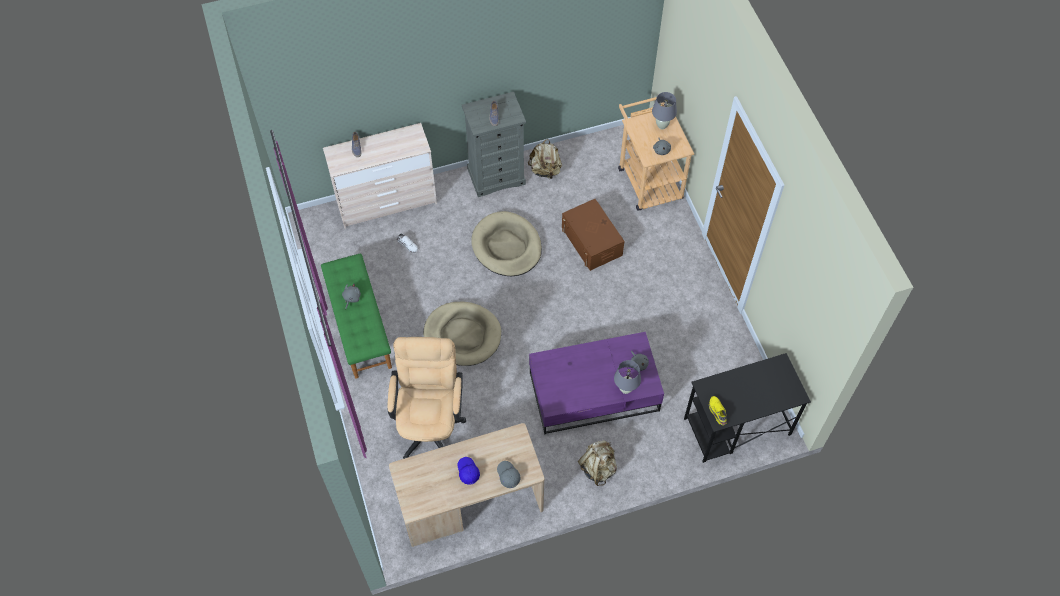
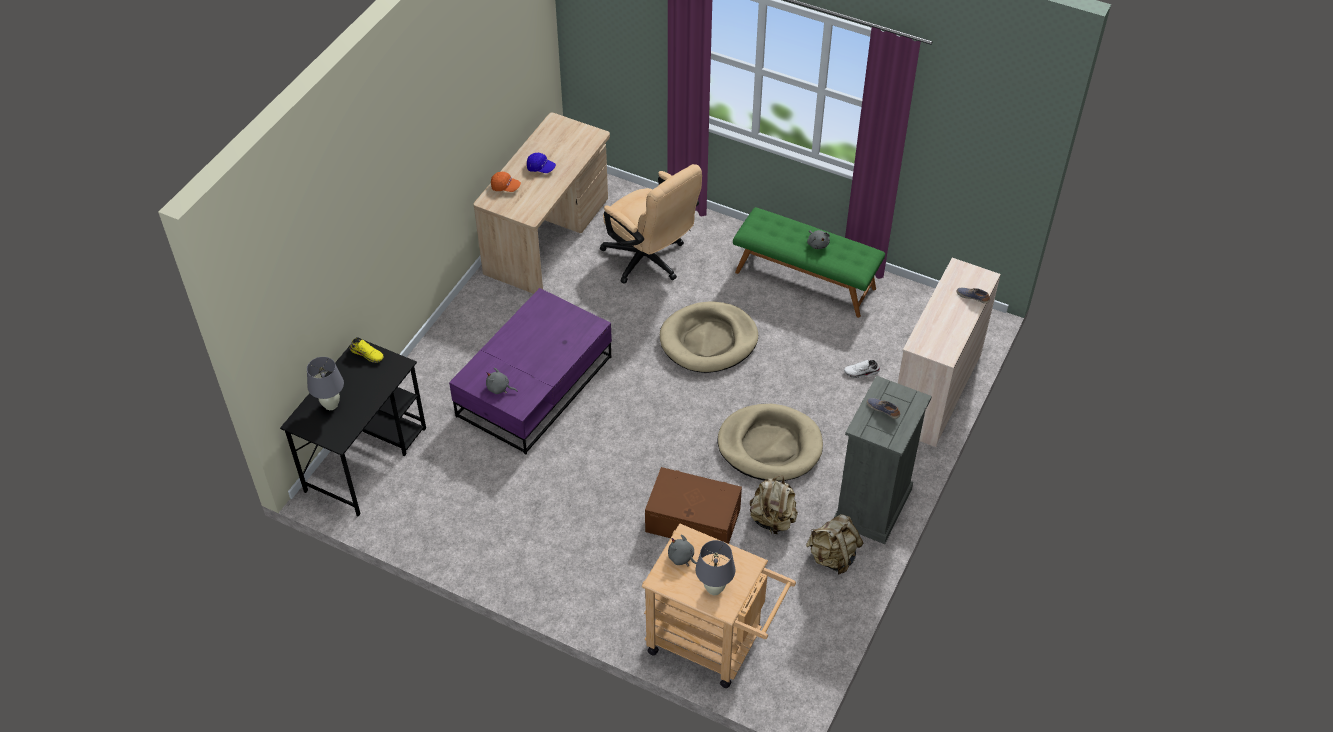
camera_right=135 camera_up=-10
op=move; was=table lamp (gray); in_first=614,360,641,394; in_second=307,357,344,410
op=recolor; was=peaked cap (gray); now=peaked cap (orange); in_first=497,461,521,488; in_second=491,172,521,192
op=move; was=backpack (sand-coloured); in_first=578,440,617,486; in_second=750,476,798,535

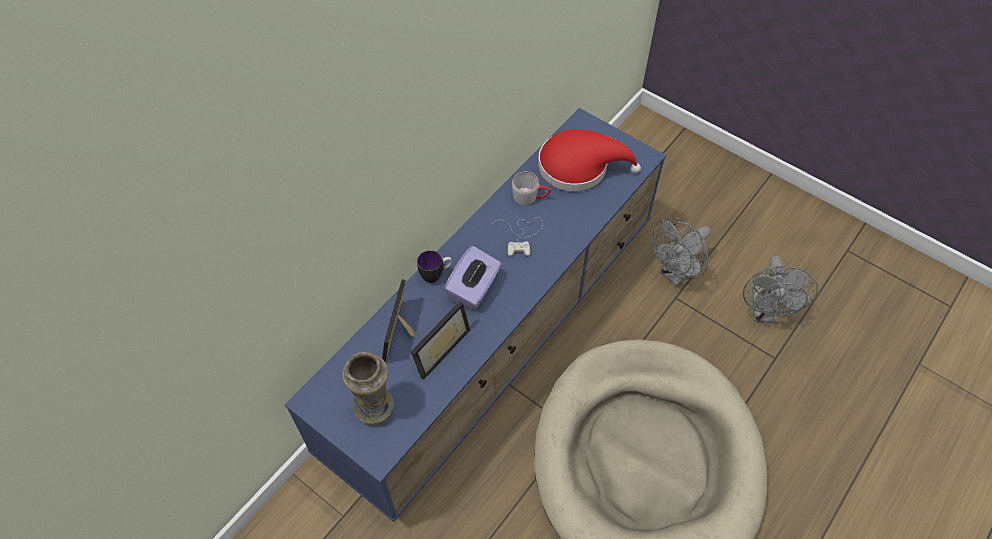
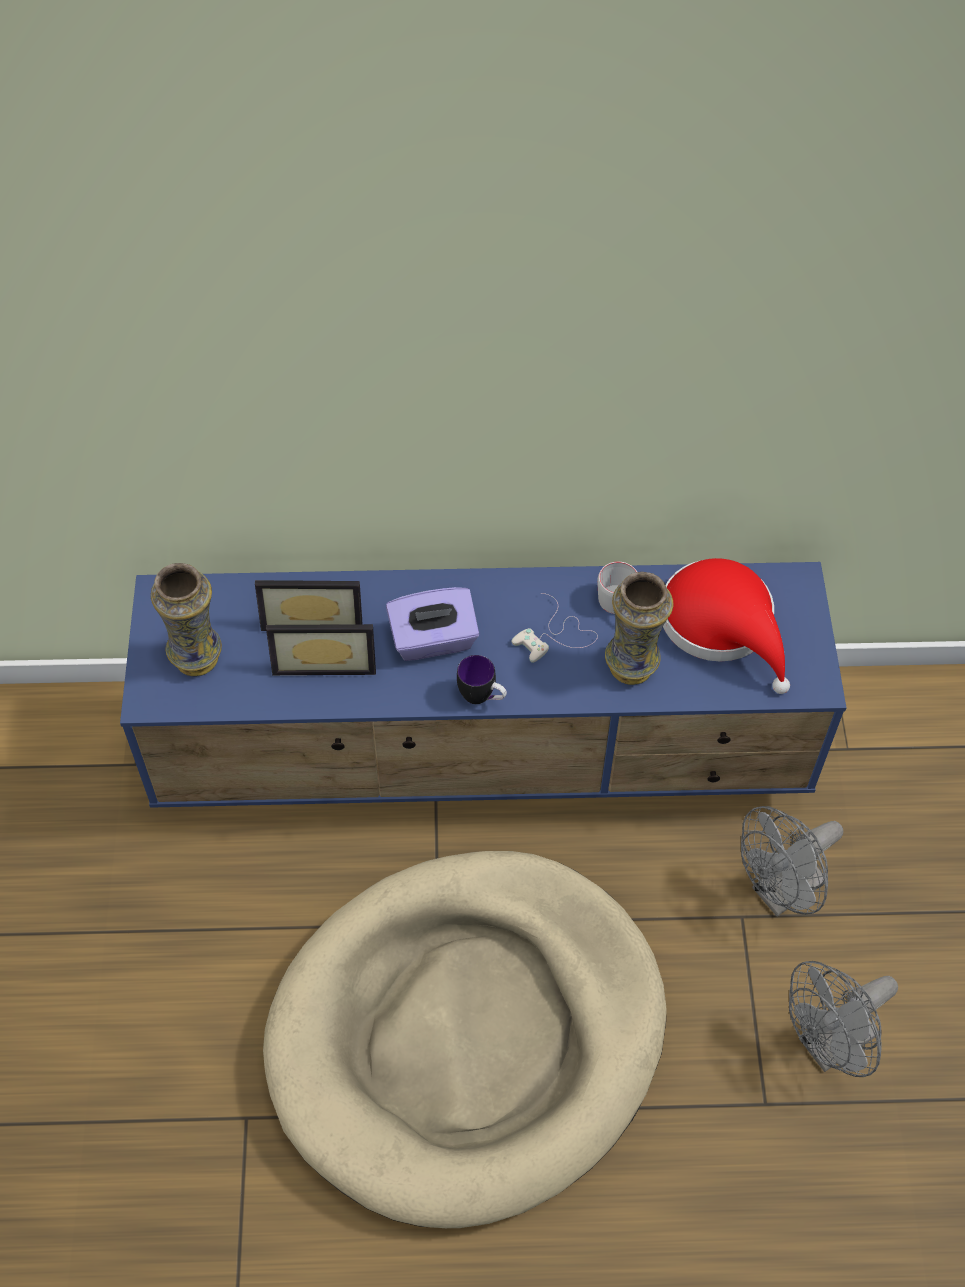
camera_right=50 camera_up=0
op=rotate; was=standing frame; in_first=382,279,416,363; in_second=255,580,363,631; clockwise=-150
op=move; was=coffee mug; in_first=417,250,452,283; in_second=457,655,507,704
op=insert; now=flower vase; in_second=605,572,674,685
op=rotate; was=electric fan (gray); in_first=653,217,711,286; in_second=741,806,843,917; clockwise=-45

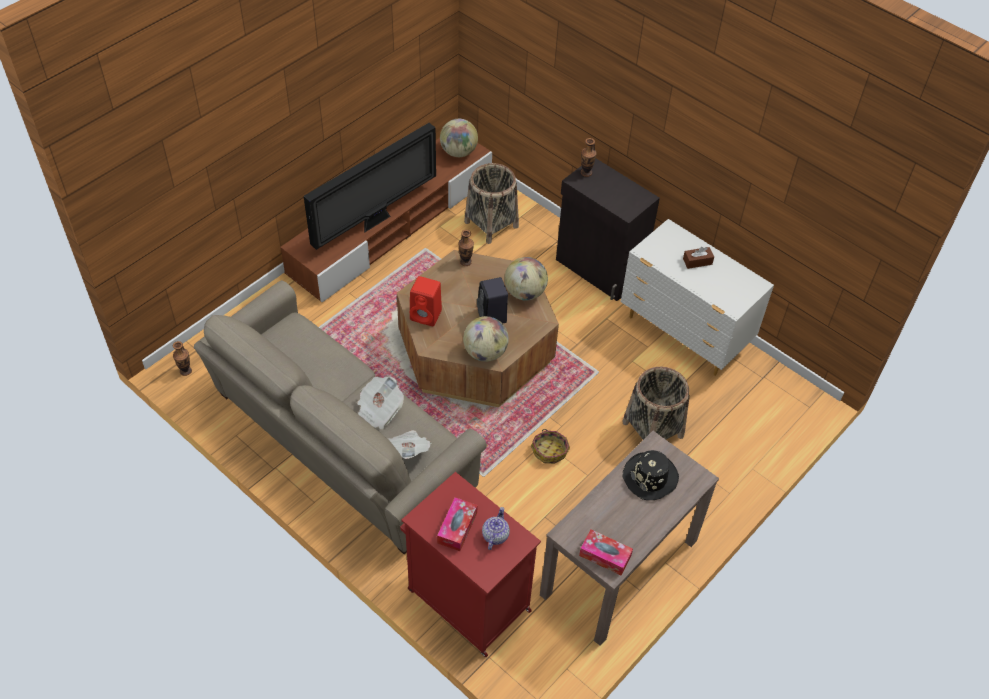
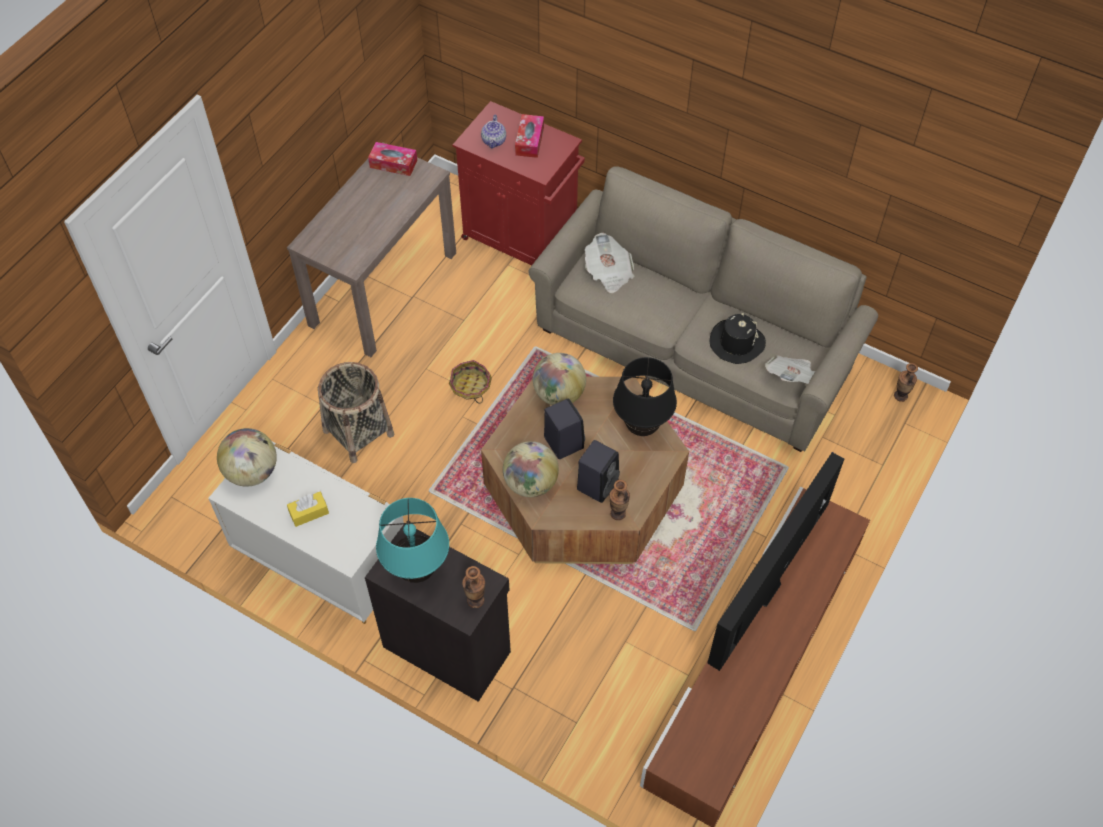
camera_right=170 camera_up=5
op=move; was=world globe; in_first=440,119,478,157; in_second=217,428,277,487
op=recolor; was=tissue box (brown); now=tissue box (yellow); in_first=683,247,714,269; in_second=287,491,329,527
op=insert; now=table lamp (turquoise-coloured); in_second=376,498,449,583
op=insert; now=audio speaker (black); in_second=577,440,620,503
op=replace; was=audio speaker (red); now=table lamp (black); in_first=409,276,442,326; in_second=613,357,677,436
op=move; was=hat (black); in_first=623,450,679,500; in_second=710,313,766,364
op=move; was=newspaper; in_first=357,377,404,429; in_second=765,355,815,384
op=delete; was=basket; in_first=464,163,519,244

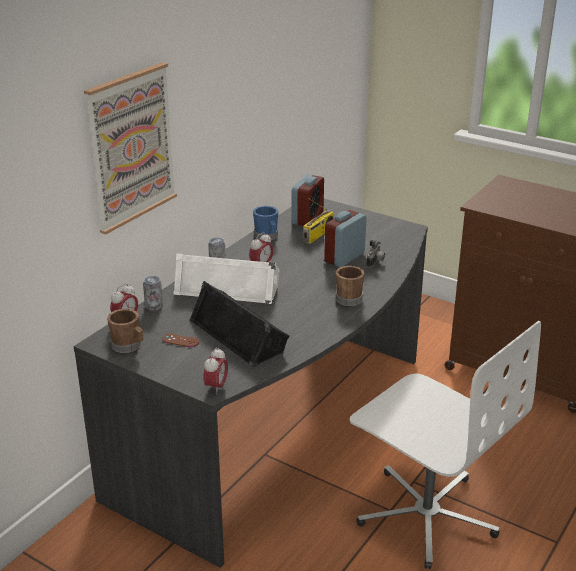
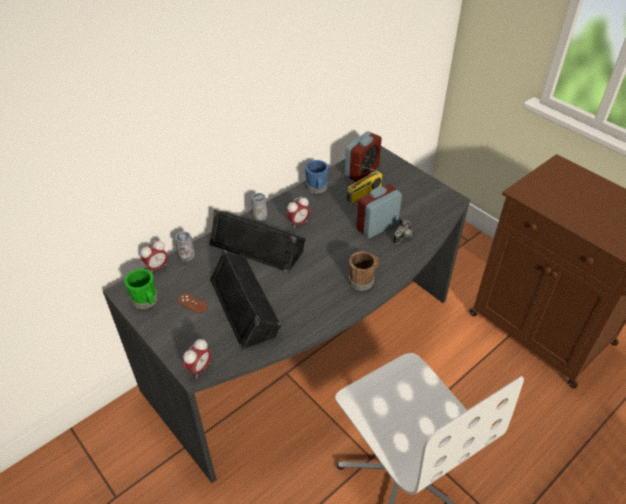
camera_right=15 camera_up=15
op=recolor; was=coffee mug (brown); now=coffee mug (green-coloured); in_first=107,309,143,353; in_second=124,269,158,309
op=recolor; was=audio speaker (white); now=audio speaker (black); in_first=173,253,279,304; in_second=209,210,306,273
op=delete; was=wall art; in_first=84,62,177,234

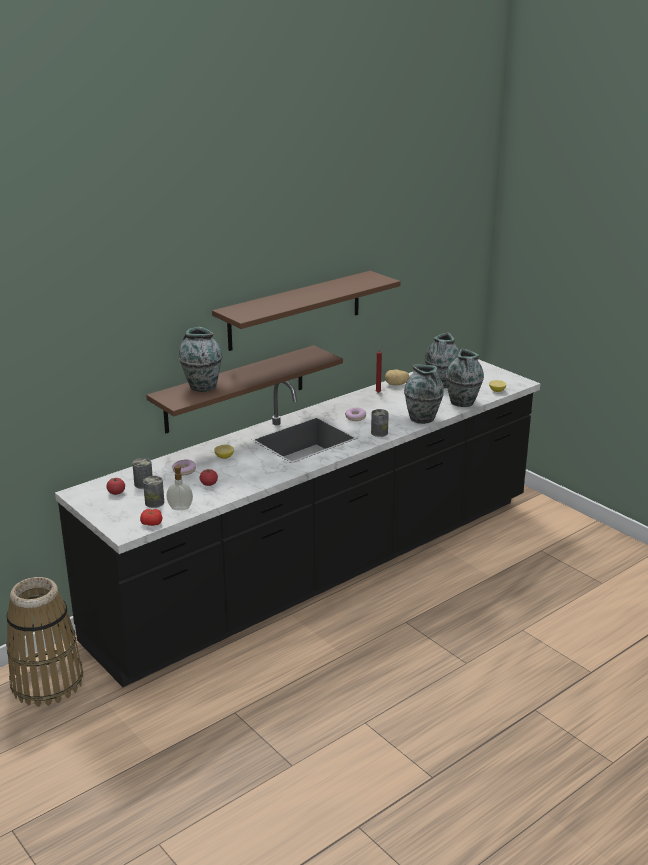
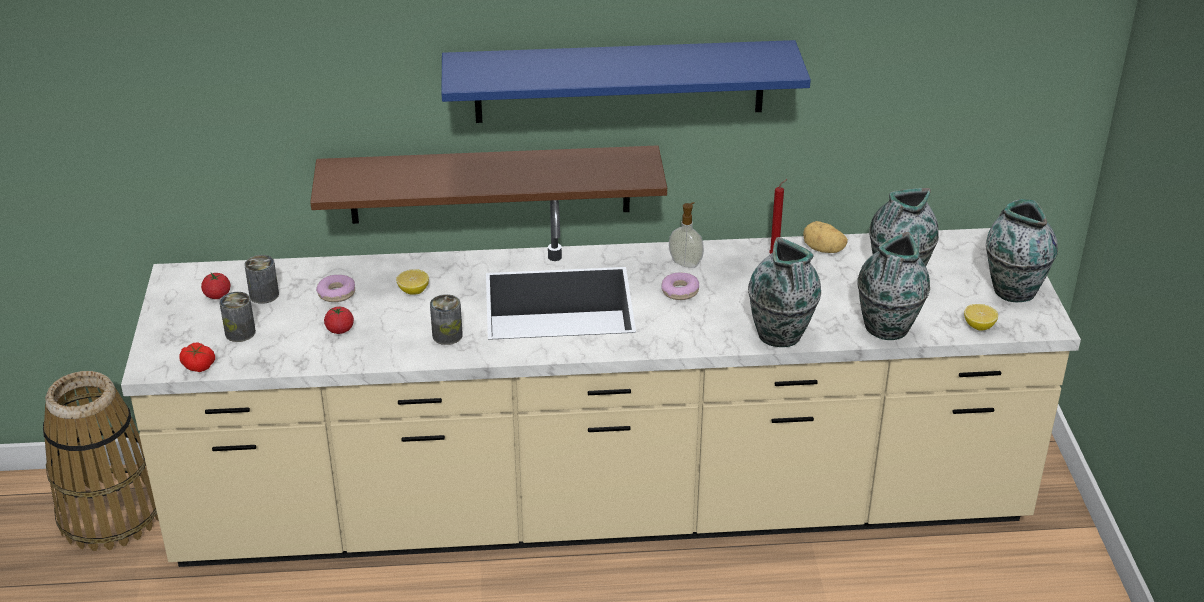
camera_right=35 camera_up=10
op=recolor; was=counter (black); now=counter (sand-coloured); in_first=55,359,540,687; in_second=121,200,1081,567
op=move; was=can; in_first=371,409,389,437; in_second=430,294,463,345
op=recolor; was=wall shelf (brown); now=wall shelf (blue); in_first=212,271,401,351; in_second=441,40,811,123
op=move; was=soap bottle; in_first=166,464,193,510; in_second=669,202,704,268
op=move; was=flower vase; in_first=179,327,222,392; in_second=986,199,1058,302

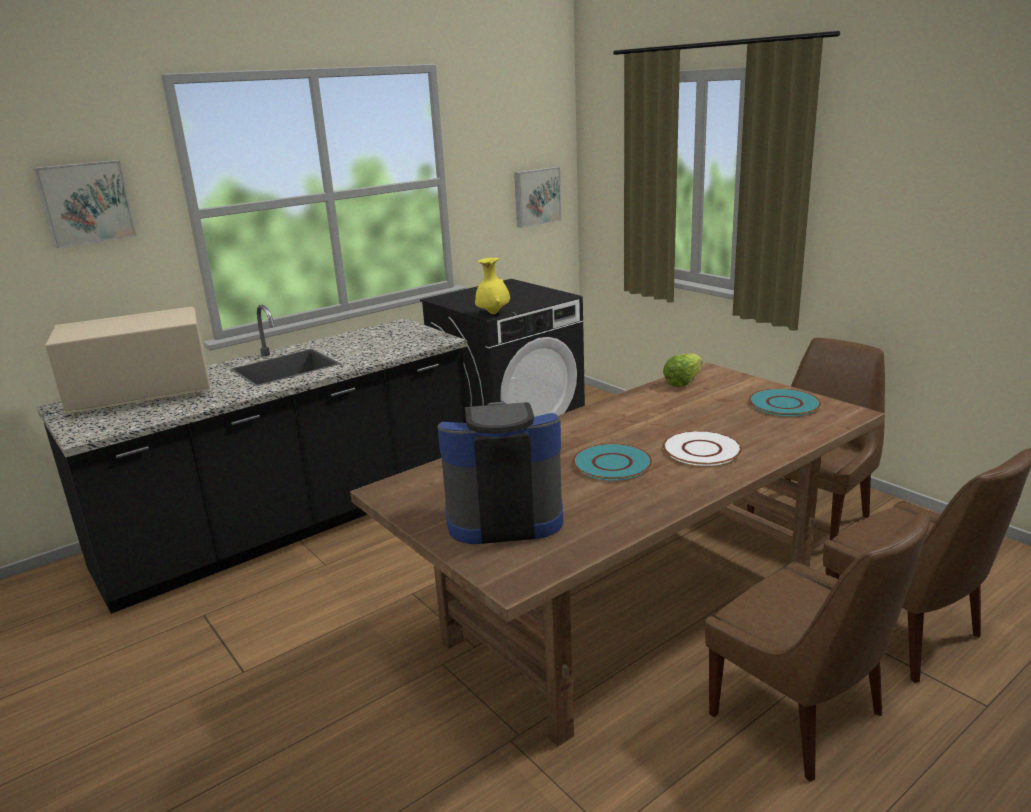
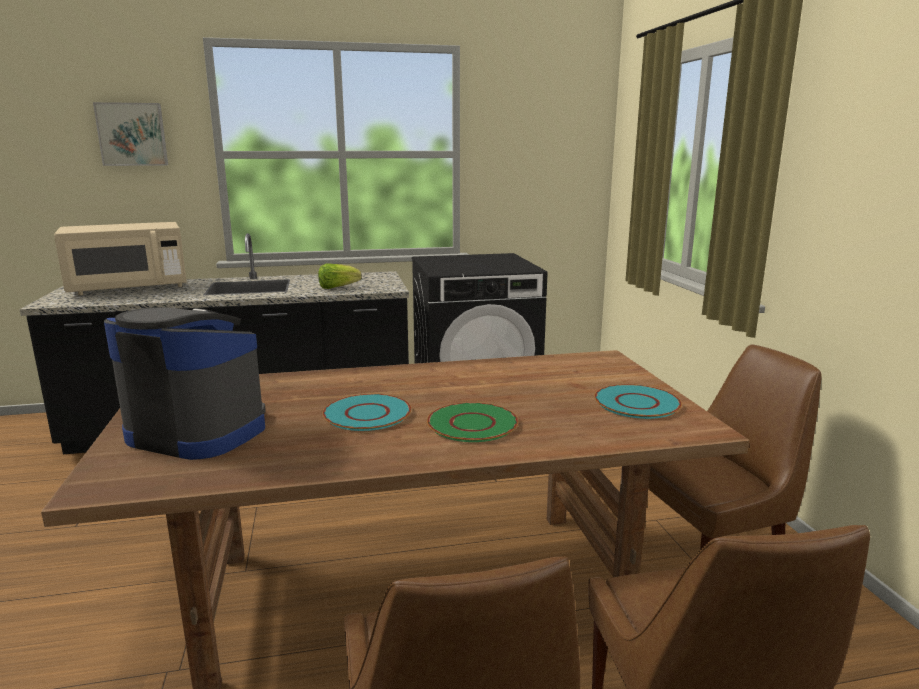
camera_right=25 camera_up=-5
op=rotate; was=microwave oven (sand-coloured); in_first=45,307,210,417; in_second=54,222,187,295; clockwise=150
op=move; was=lettuce; in_first=663,353,703,387; in_second=318,264,362,289
op=recolor; was=dinner plate (white); now=dinner plate (green-coloured); in_first=663,431,742,466; in_second=427,402,518,442
op=delete; was=flower vase (yellow); in_first=475,258,510,314
op=delete; was=wall art; in_first=514,167,561,228

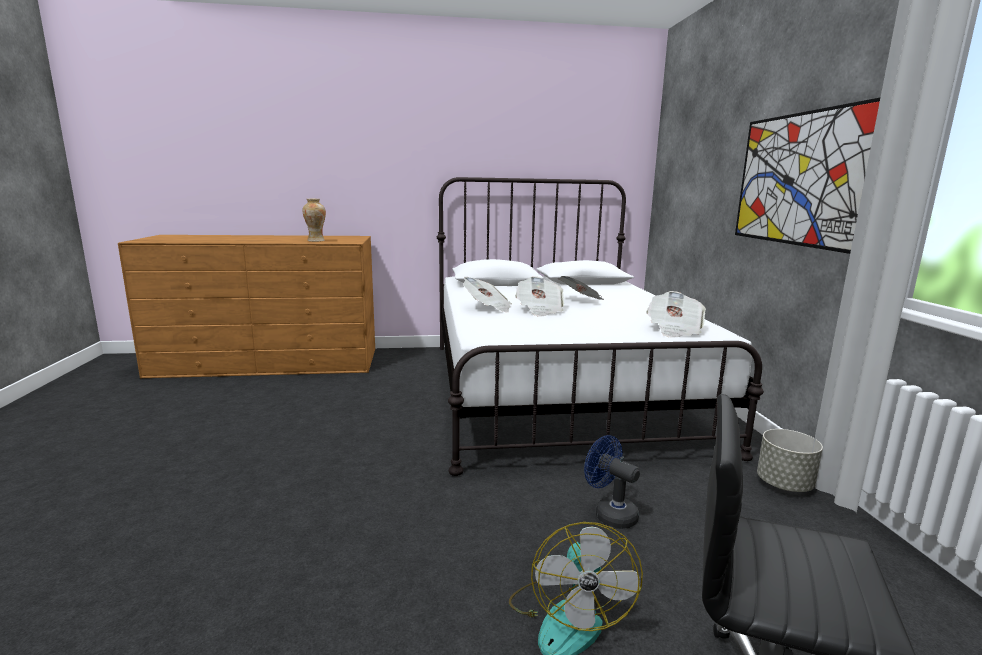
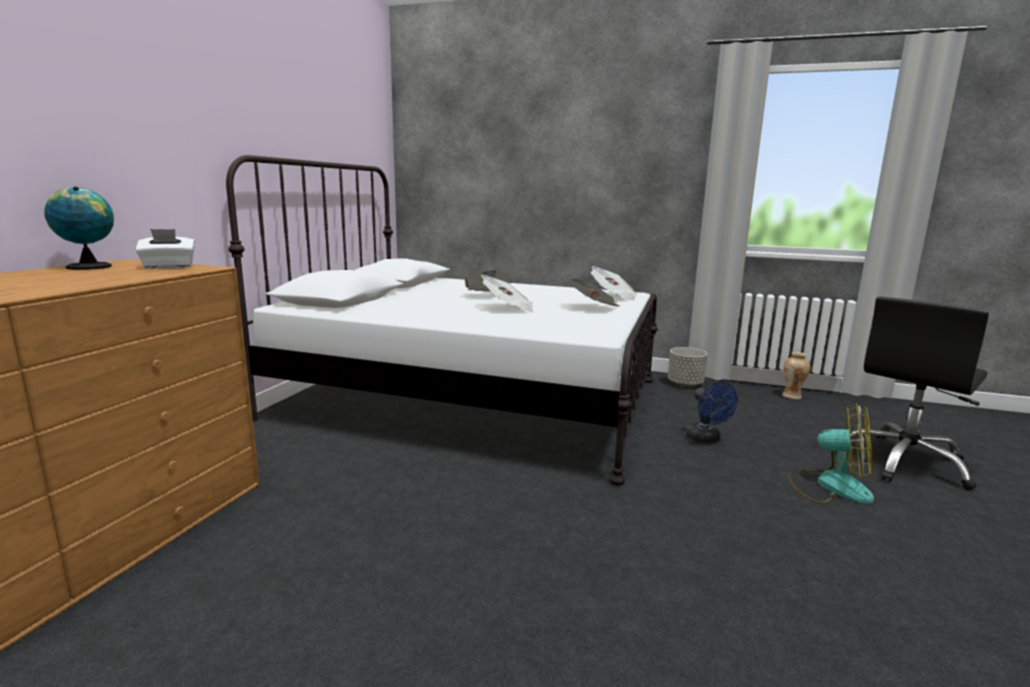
camera_right=-65 camera_up=0
op=insert; now=world globe; in_second=44,186,114,270
op=insert; now=tissue box (white); in_second=136,229,195,269
op=move; was=newspaper; in_first=463,277,512,313; in_second=566,279,619,306
op=rotate; was=electric fan (blue); in_first=584,435,640,529; in_second=686,382,738,443; clockwise=-90
op=move; was=flower vase; in_first=302,199,326,242; in_second=782,352,810,399
op=delete; was=wall art; in_first=735,97,880,254

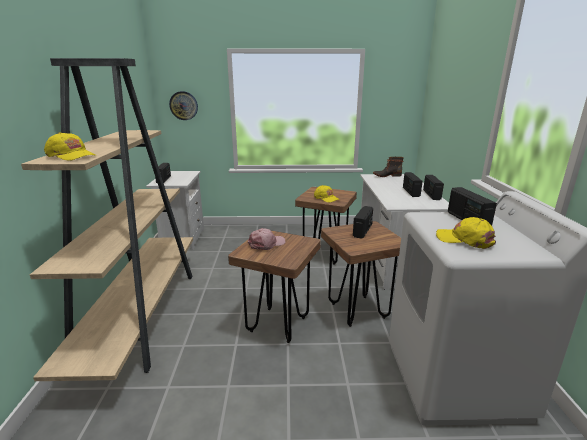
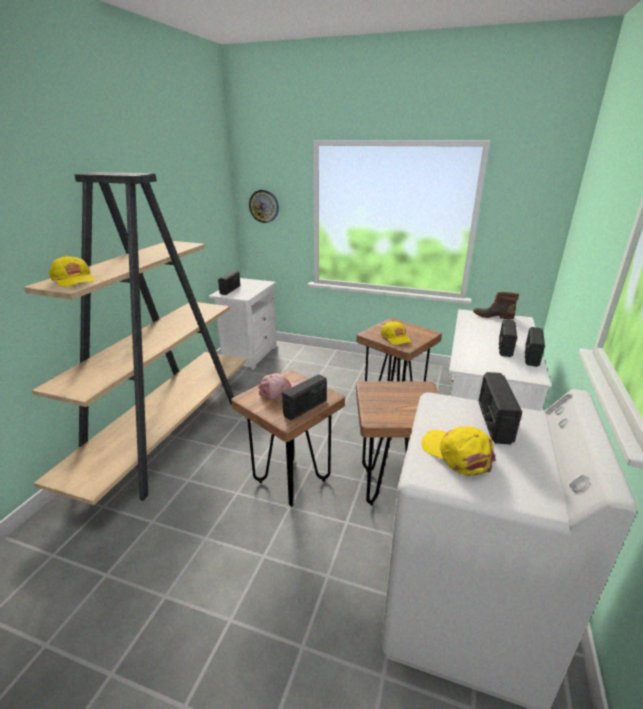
camera_right=20 camera_up=5
op=move; was=radio set; in_first=353,206,373,239; in_second=282,374,327,420

